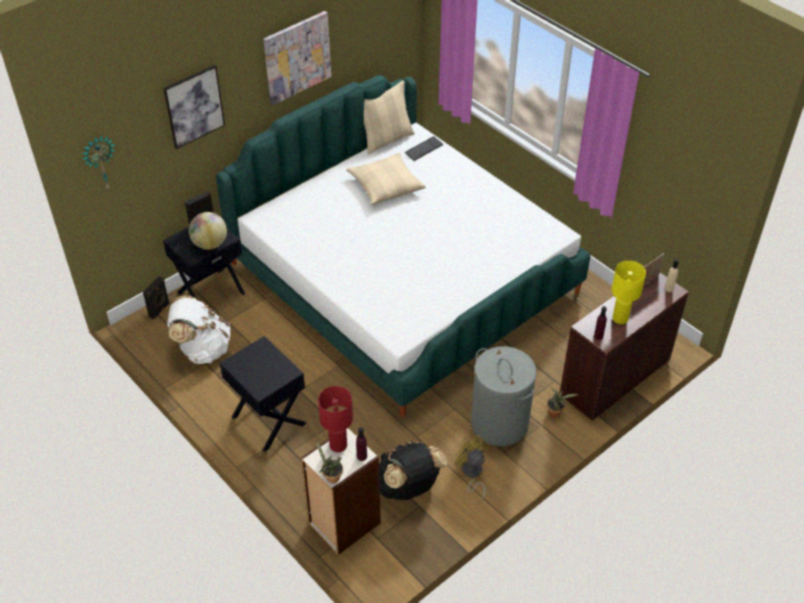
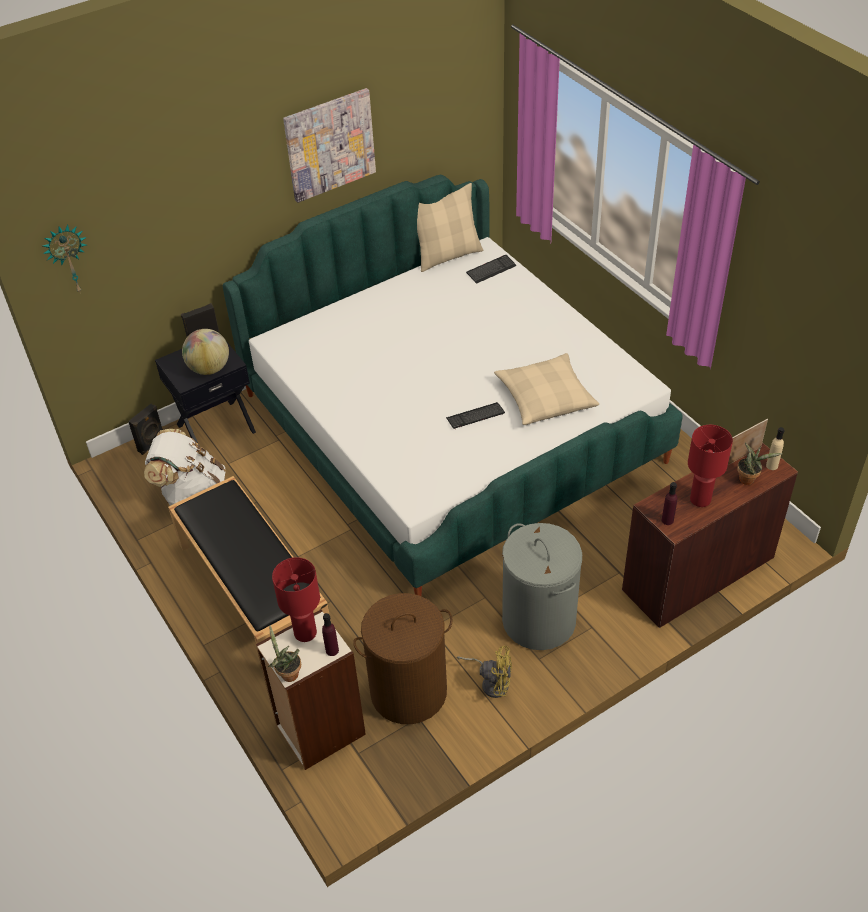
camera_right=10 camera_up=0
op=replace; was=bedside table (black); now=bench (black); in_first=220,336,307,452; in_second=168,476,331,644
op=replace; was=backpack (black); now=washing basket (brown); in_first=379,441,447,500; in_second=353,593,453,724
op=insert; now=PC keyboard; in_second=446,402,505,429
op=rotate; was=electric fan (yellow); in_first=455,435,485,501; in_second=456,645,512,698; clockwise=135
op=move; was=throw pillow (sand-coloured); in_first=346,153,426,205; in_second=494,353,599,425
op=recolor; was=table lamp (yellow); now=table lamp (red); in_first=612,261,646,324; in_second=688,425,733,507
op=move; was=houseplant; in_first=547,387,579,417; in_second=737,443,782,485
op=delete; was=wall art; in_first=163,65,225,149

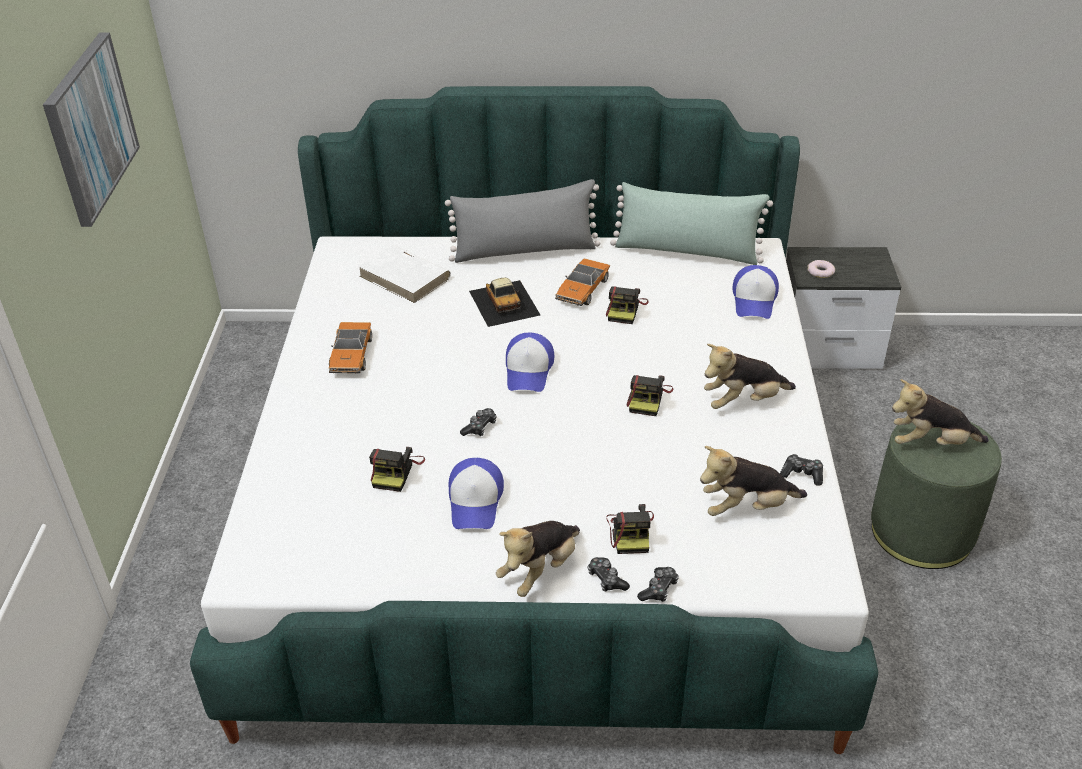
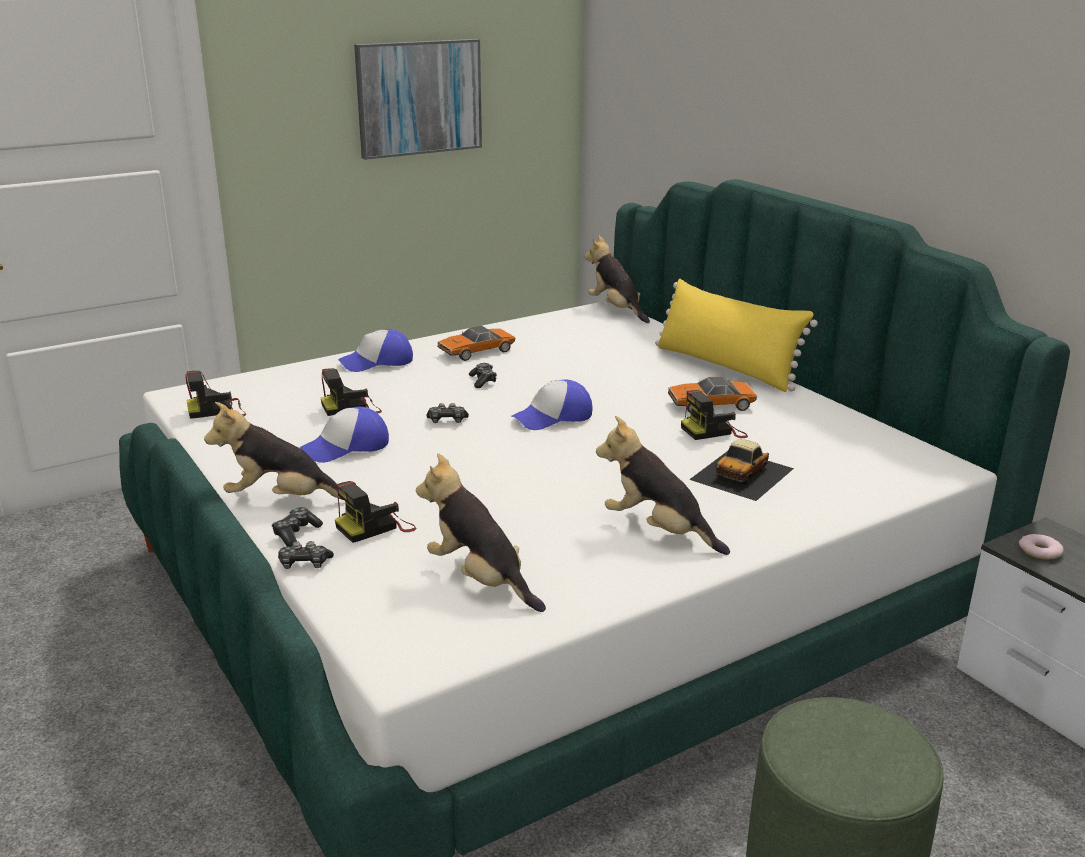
camera_right=55 camera_up=-15
op=move; was=photo camera; in_first=627,375,673,416; in_second=186,371,246,419
op=move; was=peaked cap; in_first=733,265,779,319; in_second=338,329,413,372
op=move; was=game controller; in_first=780,454,823,486; in_second=469,363,497,388
op=move; was=cuddly toy; in_first=892,379,989,445; in_second=585,236,650,323
op=recolor; was=throw pillow (gray); now=throw pillow (yellow); in_first=445,179,600,263; in_second=655,279,818,392
op=move; was=toy car; in_first=469,278,540,327; in_second=689,439,794,501
op=delete; was=bound book (white); in_first=358,245,451,303
op=delete; was=throw pillow (green-coloured); in_first=610,182,773,265

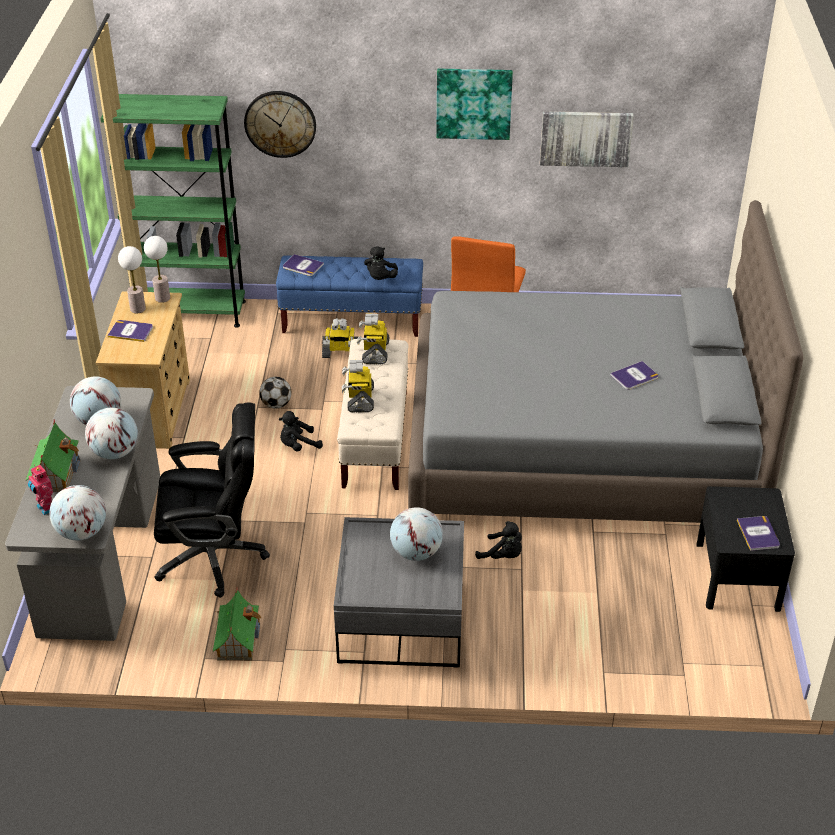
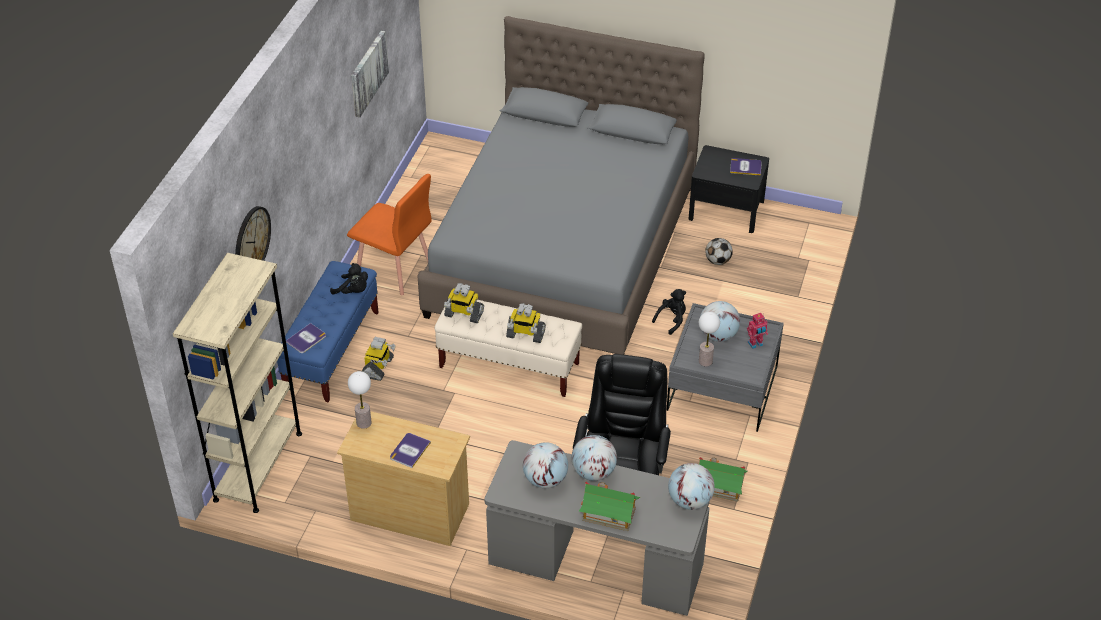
camera_right=-75 camera_up=5
op=recolor; was=shelving unit (green-coloured); now=shelving unit (sand-coloured); in_first=100,94,246,328; in_second=173,253,302,513
op=move; was=table lamp; in_first=118,246,146,313; in_second=699,312,720,366
op=move; was=football ball; in_first=259,377,291,408; in_second=705,238,733,265
op=move; was=toy robot; in_first=28,465,53,515; in_second=747,313,768,349
op=delete; was=cuddly toy (black); in_first=279,411,323,451
op=delete; was=wall art; in_first=436,69,513,140
op=delete; was=bound book; in_first=610,361,658,390

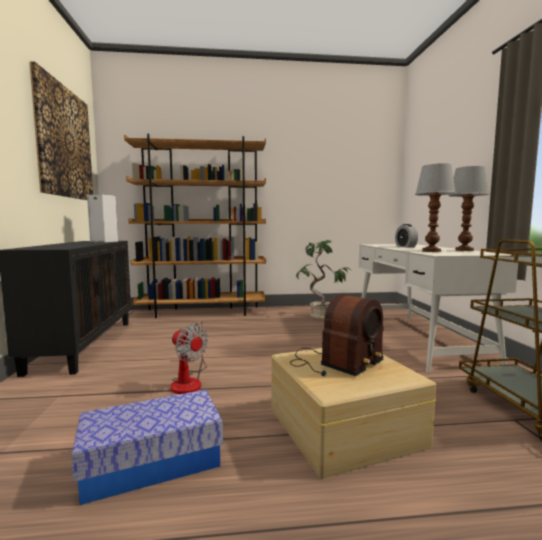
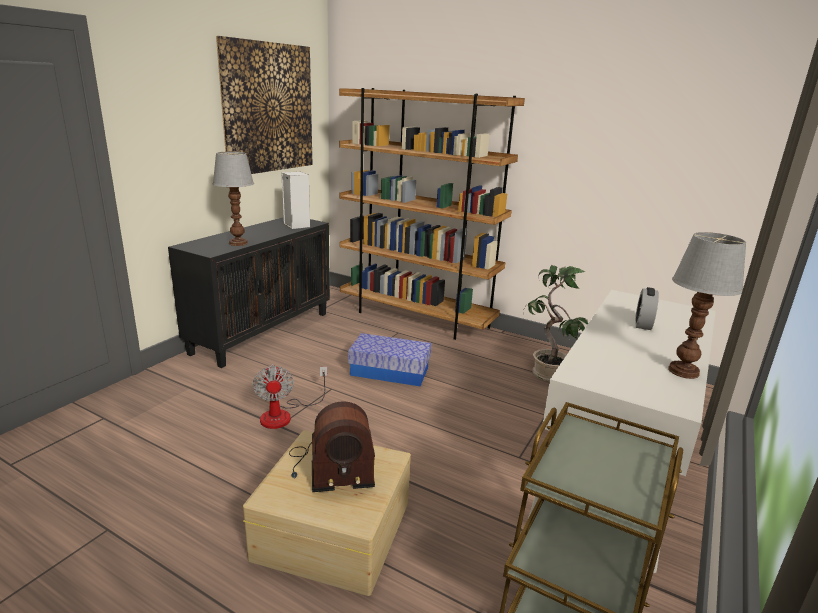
camera_right=35 camera_up=15
op=move; was=table lamp; in_first=415,163,456,252; in_second=213,151,254,246
op=move; was=storage box; in_first=71,390,223,505; in_second=348,333,431,386

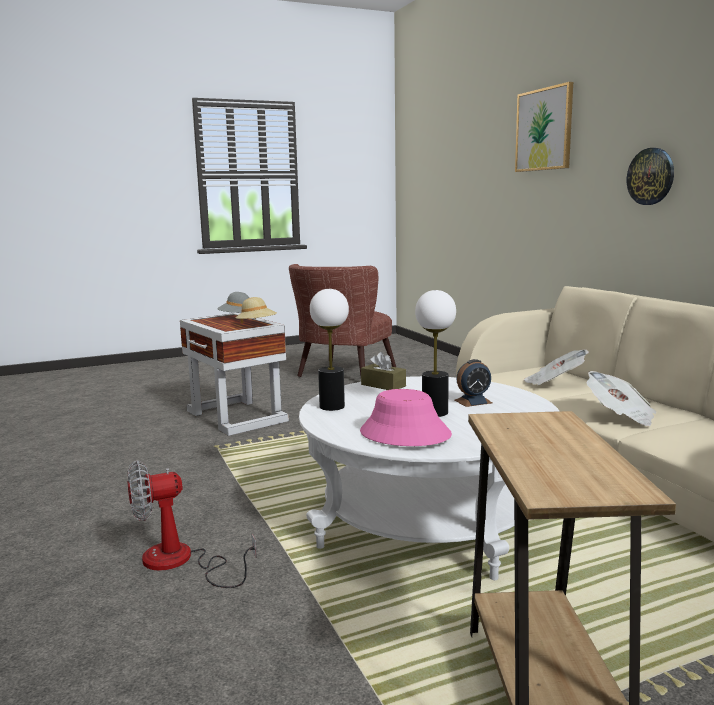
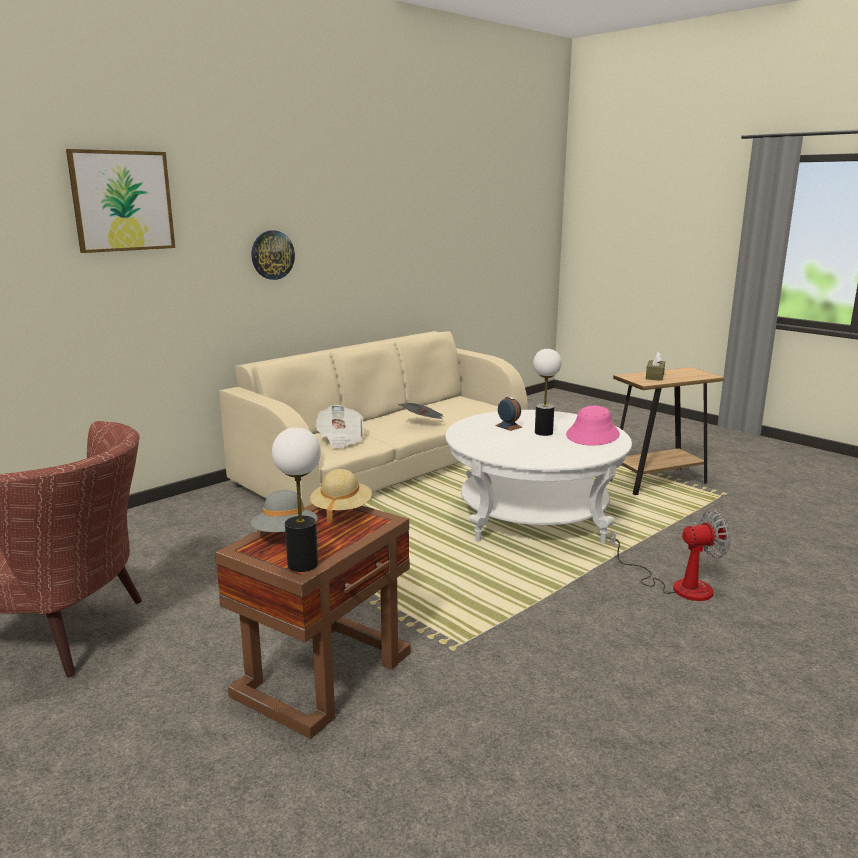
camera_right=-110 camera_up=5
op=recolor; was=side table (white); now=side table (brown); in_first=180,313,289,436; in_second=215,504,410,739
op=move; was=table lamp; in_first=310,289,349,411; in_second=272,427,321,572
op=rotate; was=electric fan; in_first=127,460,257,588; in_second=610,510,731,601; clockwise=-60
op=move; was=tissue box (brown); in_first=361,352,406,390; in_second=646,351,665,381

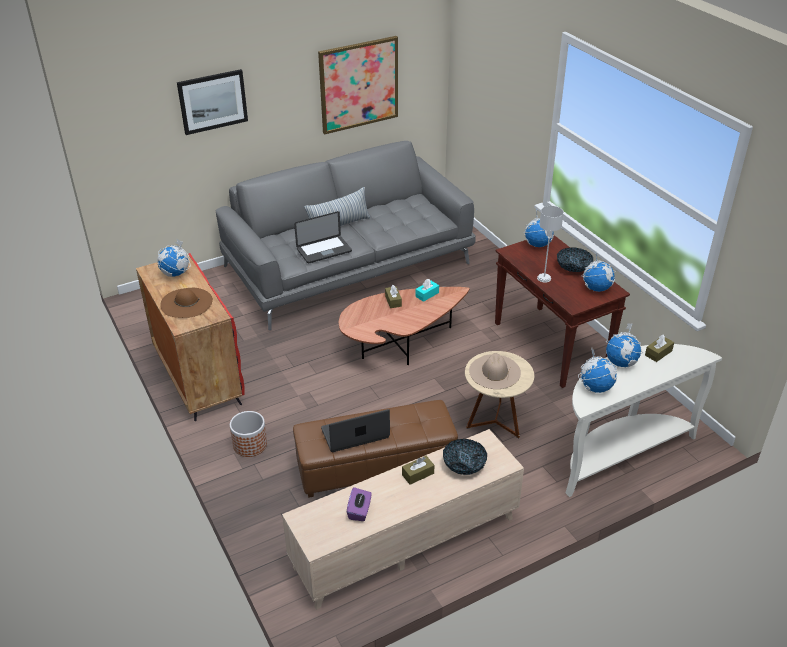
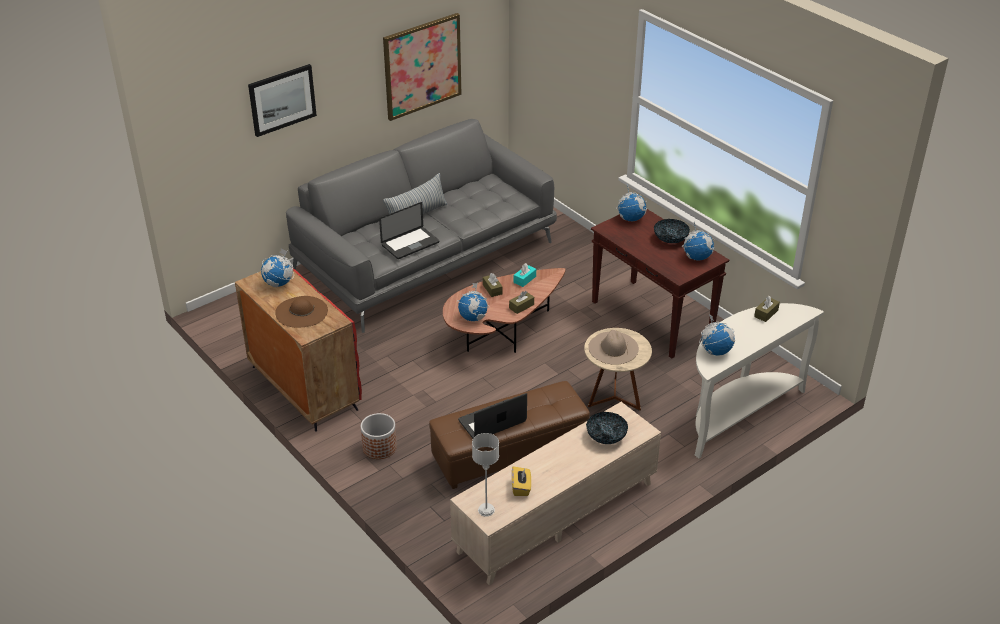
camera_right=-10 camera_up=0
op=move; was=world globe; in_first=606,323,642,367; in_second=457,283,490,321
op=move; was=table lamp (gray); in_first=537,206,564,283; in_second=472,433,499,517
op=move; was=tissue box (brown); in_first=402,456,434,485; in_second=509,291,534,314
op=recolor; was=tissue box (purple); now=tissue box (yellow); in_first=347,487,372,521; in_second=512,466,531,496

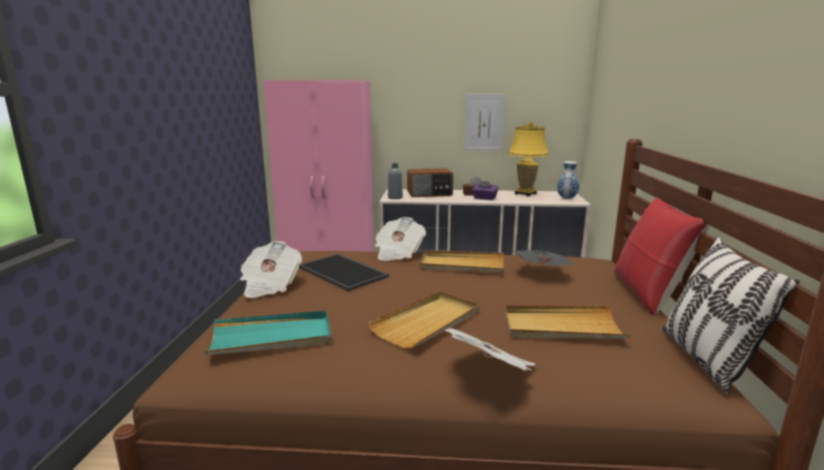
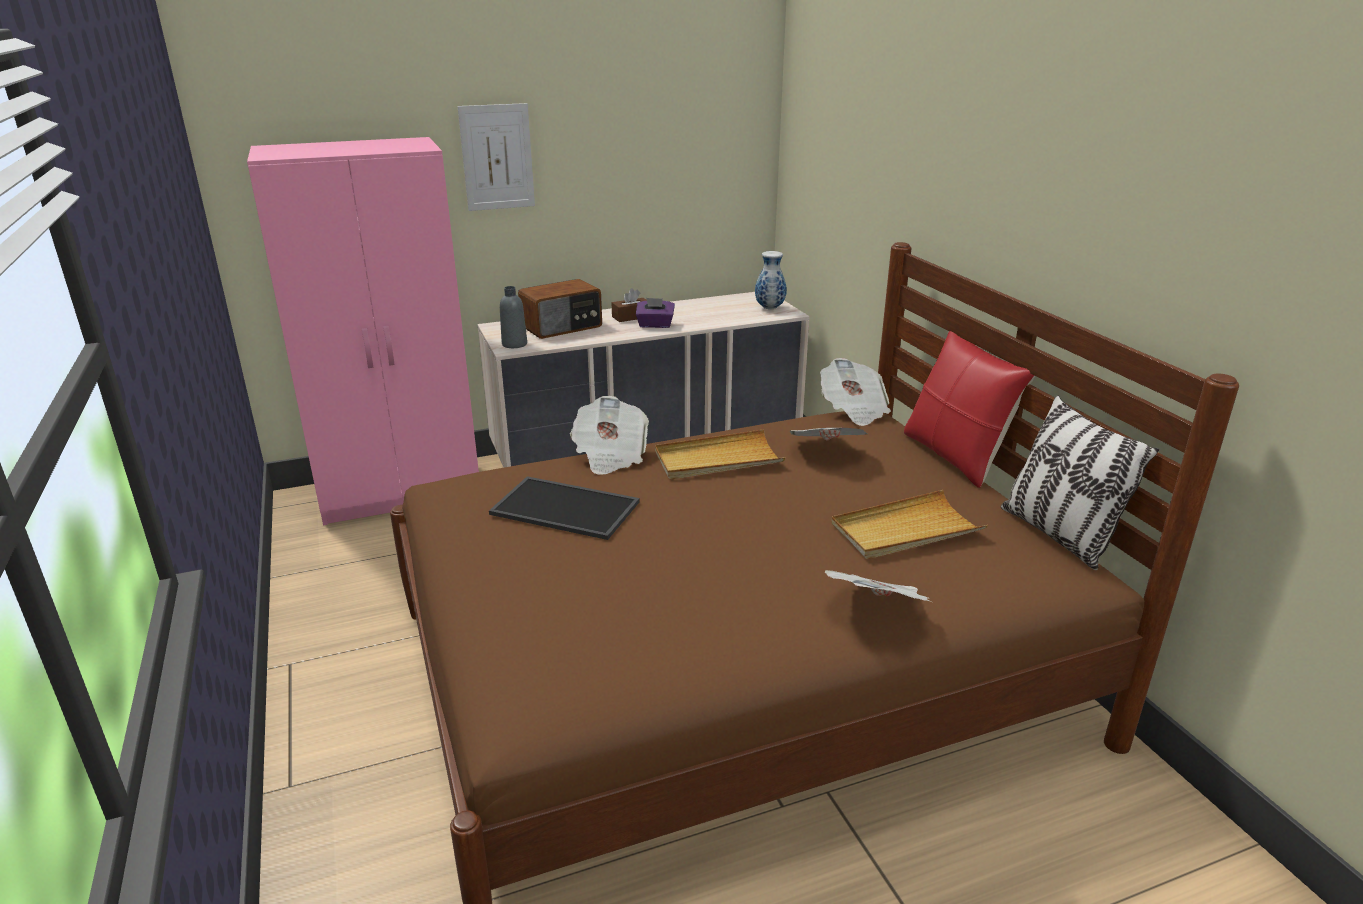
camera_right=-25 camera_up=10
op=move; was=wall art; in_first=464,94,505,152; in_second=457,103,535,211
op=move; was=newspaper; in_first=240,241,302,298; in_second=820,358,891,426
op=delete; was=tray (turquoise-coloured); in_first=205,311,332,355
op=delete; was=tray (sand-coloured); in_first=367,291,479,349
op=delete; was=table lamp (yellow); in_first=508,122,549,196

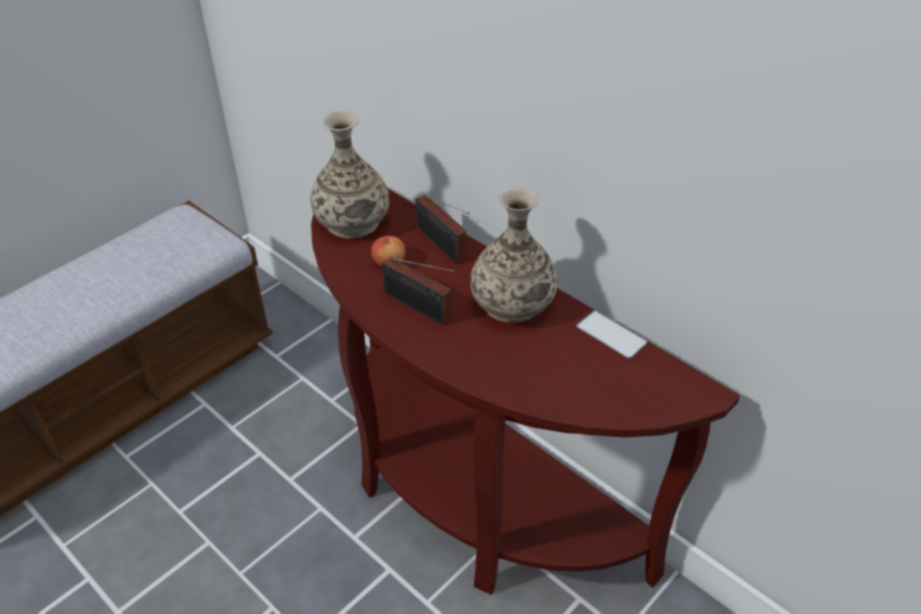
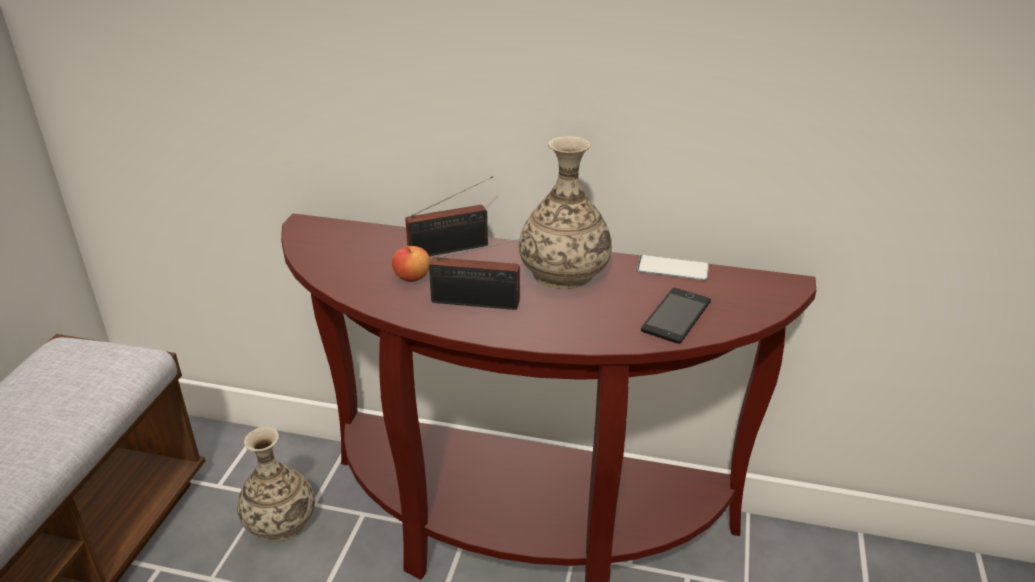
camera_right=-30 camera_up=-10
op=move; was=flower vase; in_first=310,110,390,239; in_second=237,427,315,542
op=rotate; was=radio set; in_first=415,195,469,264; in_second=405,176,493,256; clockwise=-45
op=insert; now=phone; in_second=641,288,711,344

